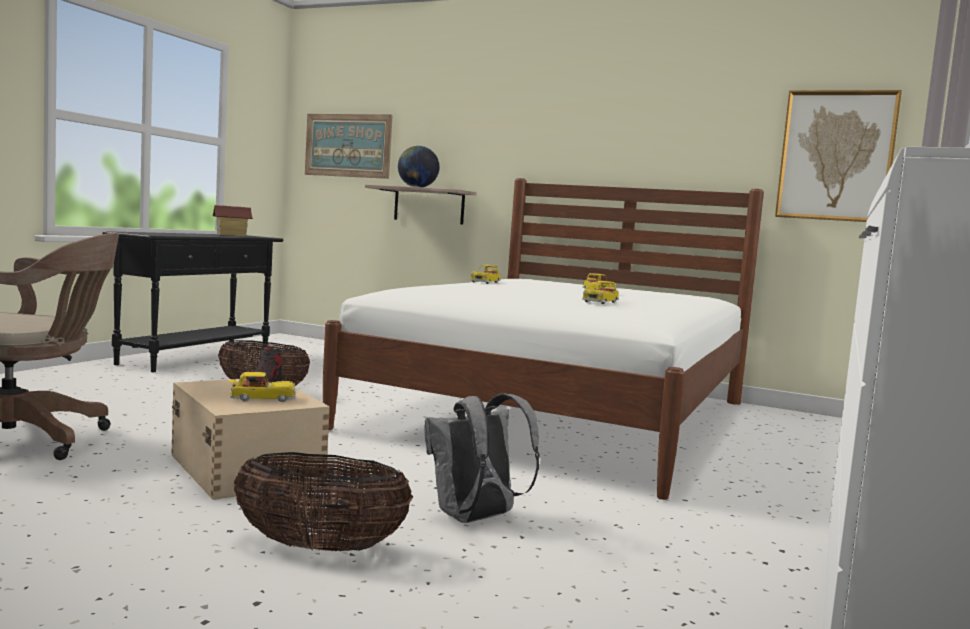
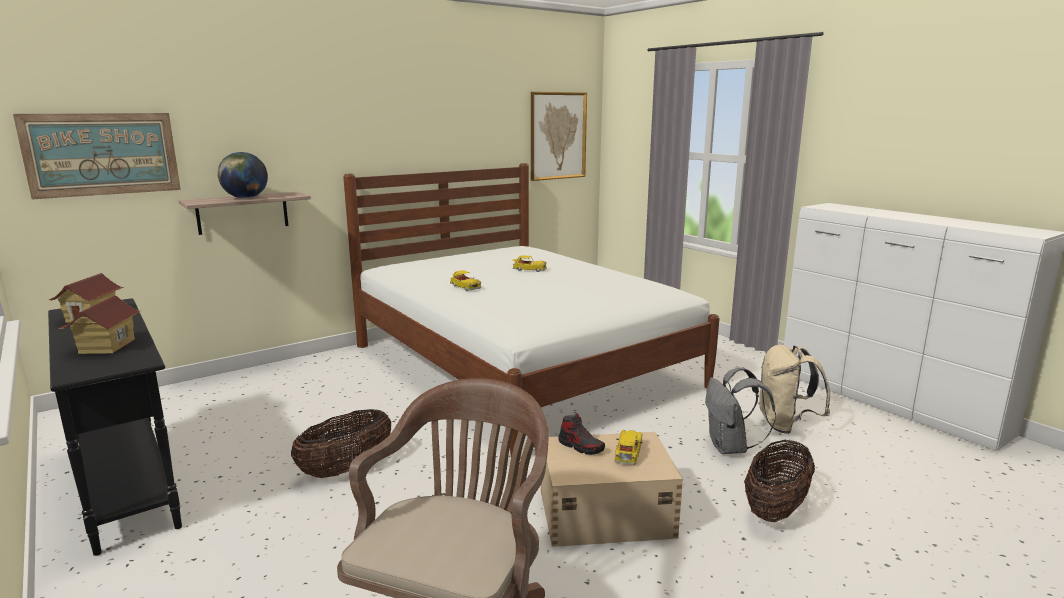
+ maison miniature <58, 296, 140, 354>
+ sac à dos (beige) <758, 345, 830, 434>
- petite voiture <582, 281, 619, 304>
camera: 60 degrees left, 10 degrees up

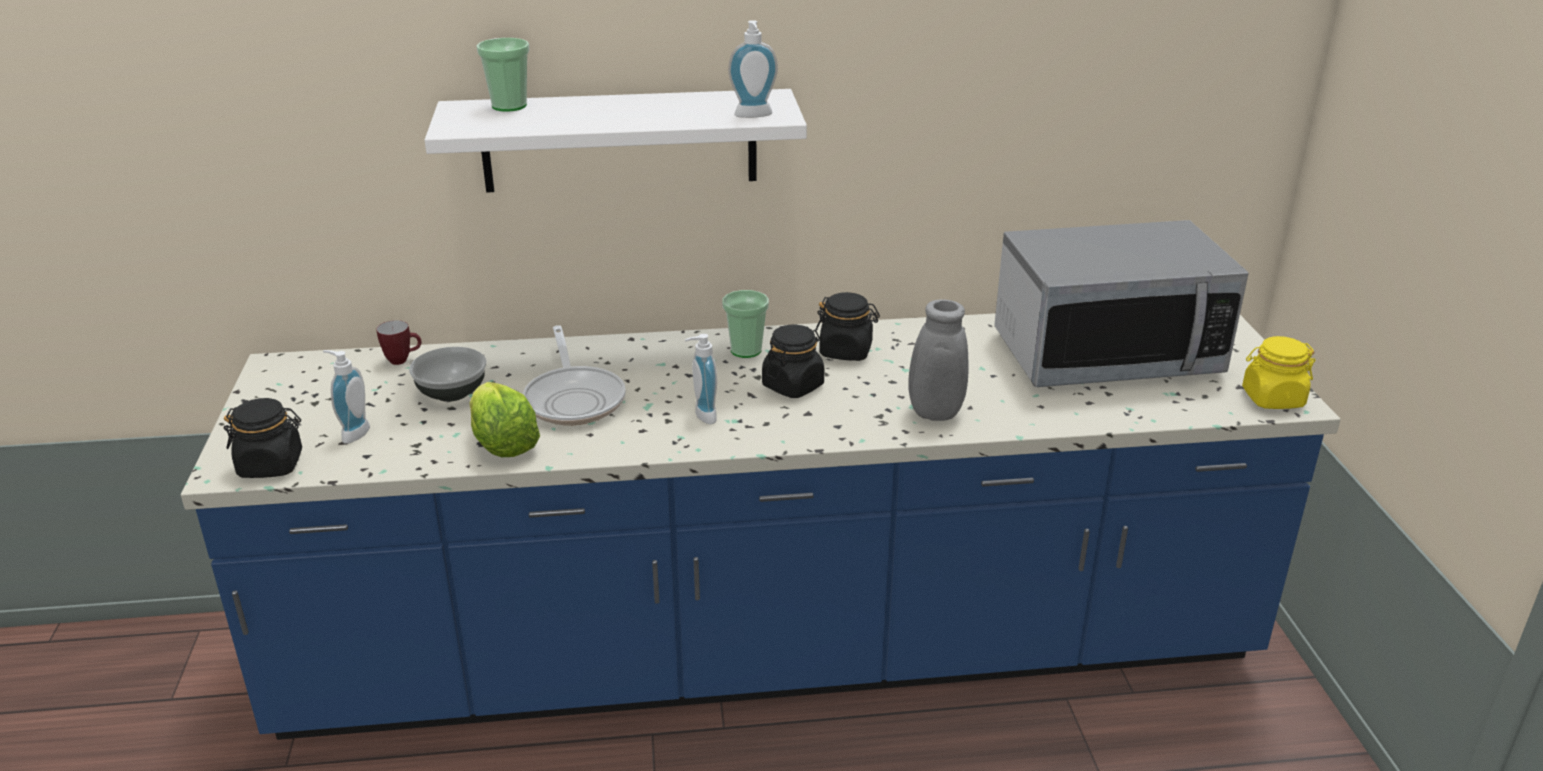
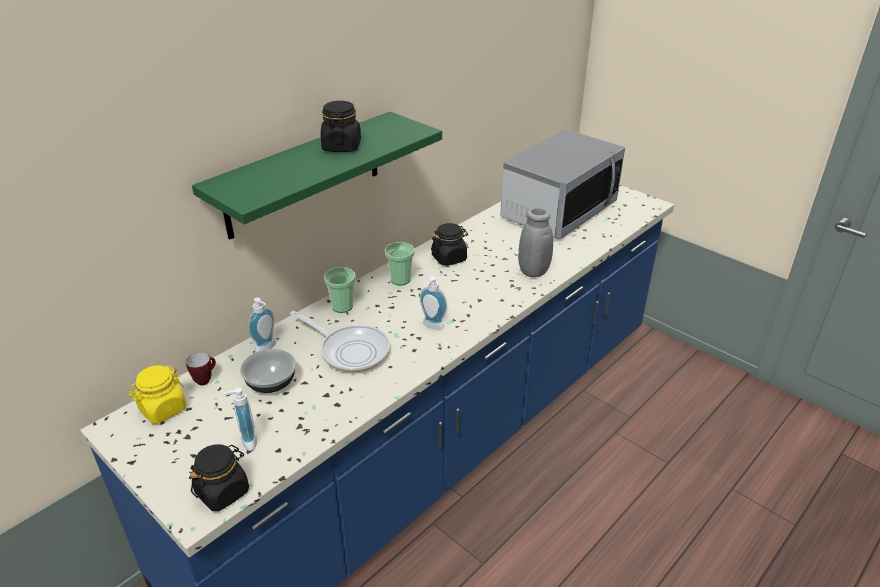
~ bocal (jaune) <1242, 336, 1315, 409> to <129, 365, 186, 424>
~ étagère (blanc) <425, 89, 807, 193> to étagère (vert) <192, 112, 442, 240>
~ distributeur de savon <728, 20, 778, 118> to <248, 298, 276, 352>
~ bocal (noir) <762, 325, 824, 398> to <320, 101, 361, 152>
~ tasse <476, 38, 530, 112> to <324, 267, 356, 313>
- laitue <469, 382, 540, 457>
camera: 40 degrees left, 5 degrees up

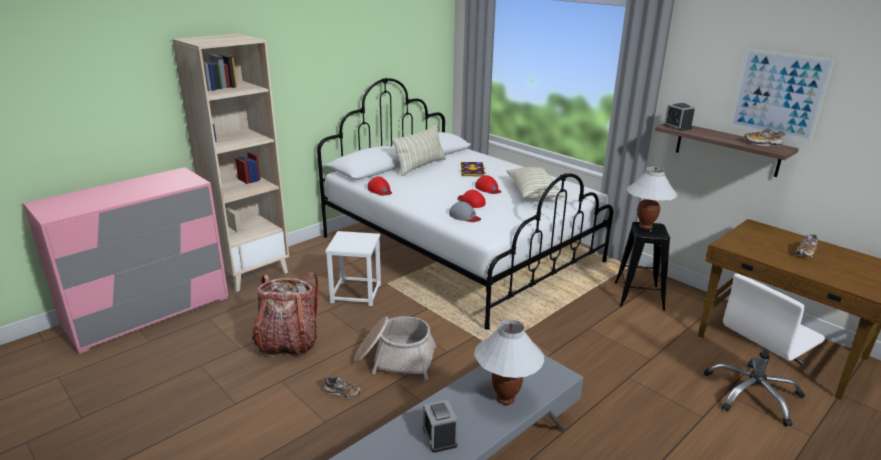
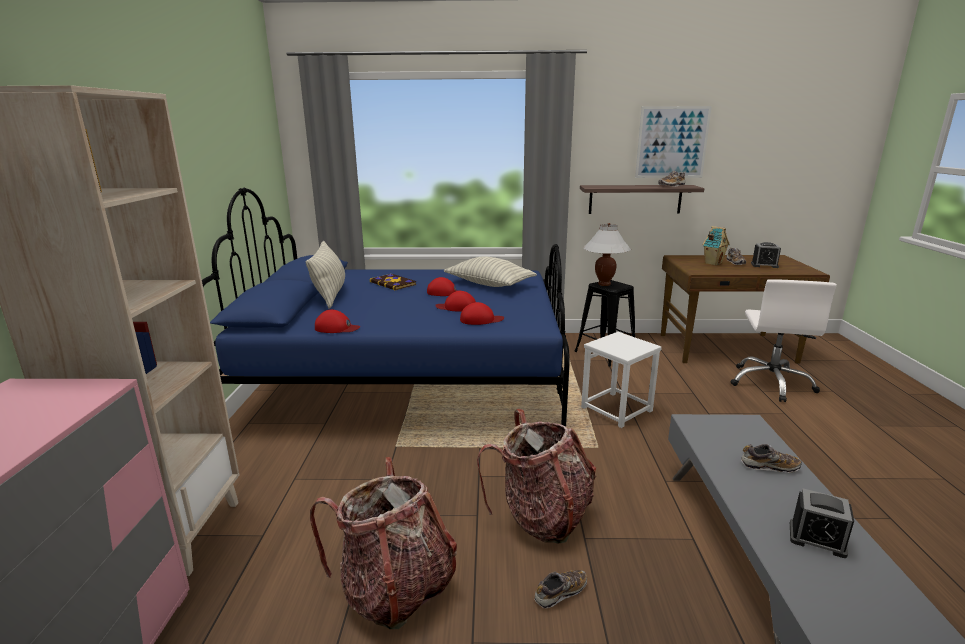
~ lit (blanc) <317, 78, 613, 330> to lit (bleu) <202, 188, 570, 427>
~ casquette (gris) <449, 201, 481, 222> to casquette (rouge) <460, 302, 504, 325>
~ panier <354, 316, 437, 380> to sac à dos <477, 409, 596, 544>
~ tabouret (blanc) <325, 231, 381, 306> to <581, 332, 662, 428>
+ maison miniature <702, 226, 730, 265>
~ lampe de table (blanc) <474, 319, 544, 405> to chaussure <741, 444, 802, 473>
~ réveil <663, 103, 695, 131> to <751, 242, 781, 268>
camera: 45 degrees left, 5 degrees down

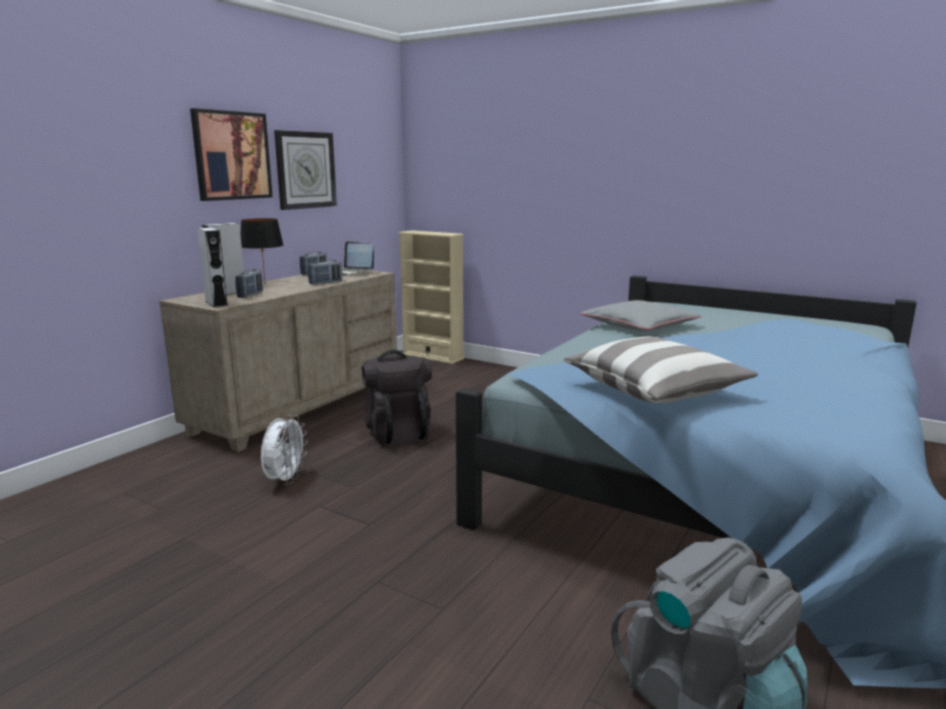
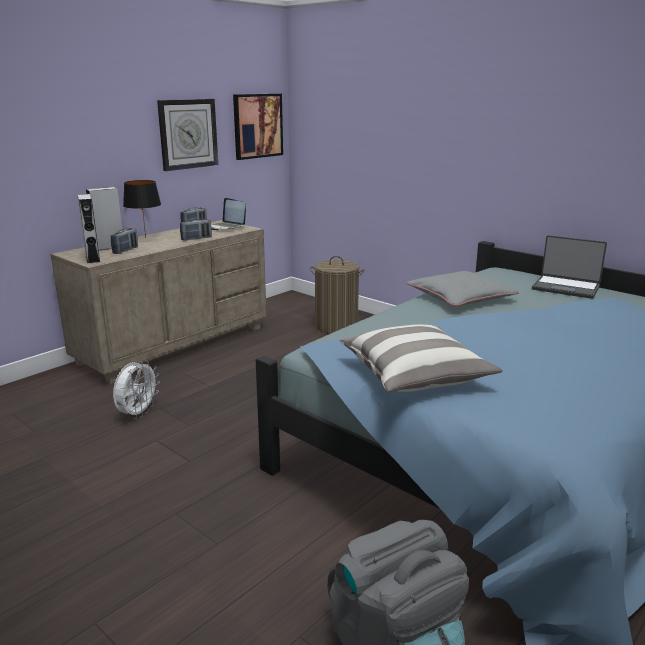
~ tableau <190, 108, 273, 201> to <233, 94, 283, 160>
+ panier à linge <310, 256, 365, 334>
+ ordinateur portable <532, 235, 607, 299>
- sac à dos (noir) <361, 349, 432, 446>
- bibliothèque (beige) <398, 230, 464, 364>
camera: 10 degrees right, 5 degrees up

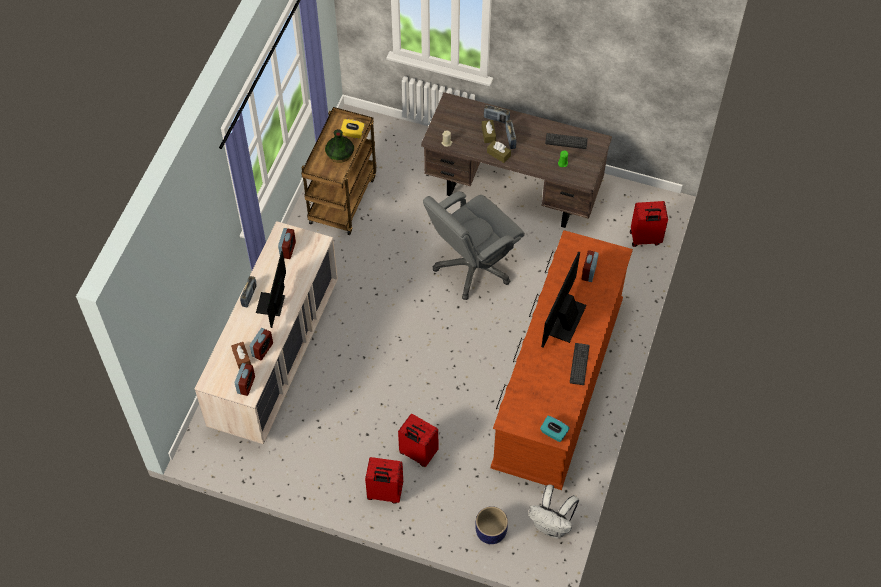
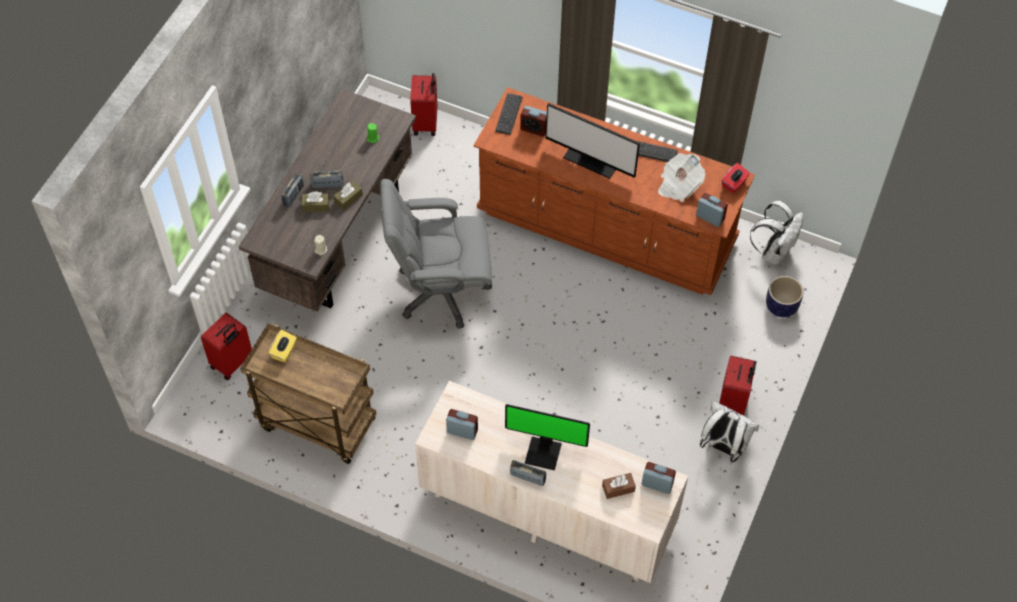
~ valise (rouge) <398, 414, 438, 467> to <201, 313, 252, 380>
~ chaise de bureau (gris) <423, 191, 525, 300> = <380, 179, 492, 329> 120 degrees clockwise
~ clavier <545, 133, 588, 149> to <495, 93, 522, 135>
+ journal <658, 153, 705, 202>
~ réveil <250, 328, 273, 360> to <696, 193, 728, 227>
+ sac à dos (blanc) <700, 402, 759, 463>
~ boîte à mouchoirs (turquoise) <540, 416, 570, 442> to boîte à mouchoirs (rouge) <722, 163, 750, 193>
- vase <325, 129, 354, 163>
camera: 85 degrees left, 0 degrees up

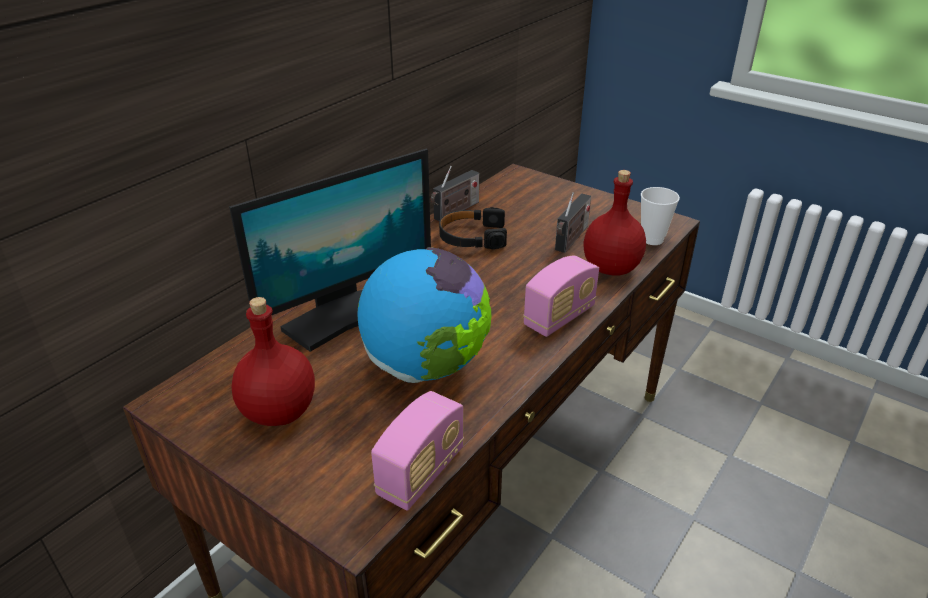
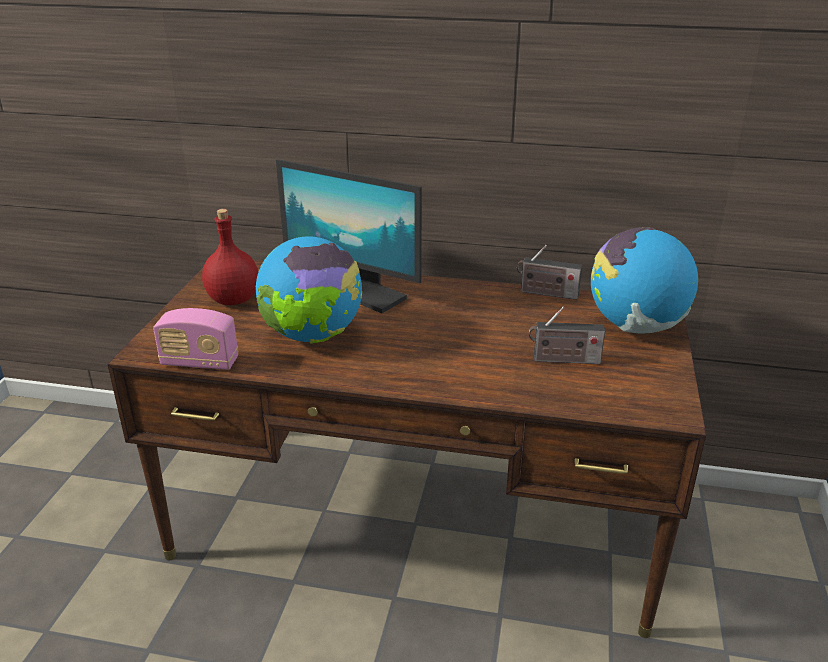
+ globe <591, 227, 698, 333>
- casque audio (noir) <439, 207, 507, 250>
- radio <523, 256, 599, 337>
- bouteille (rouge) <584, 170, 646, 276>
- tasse <641, 187, 680, 245>
camera: 65 degrees right, 5 degrees down

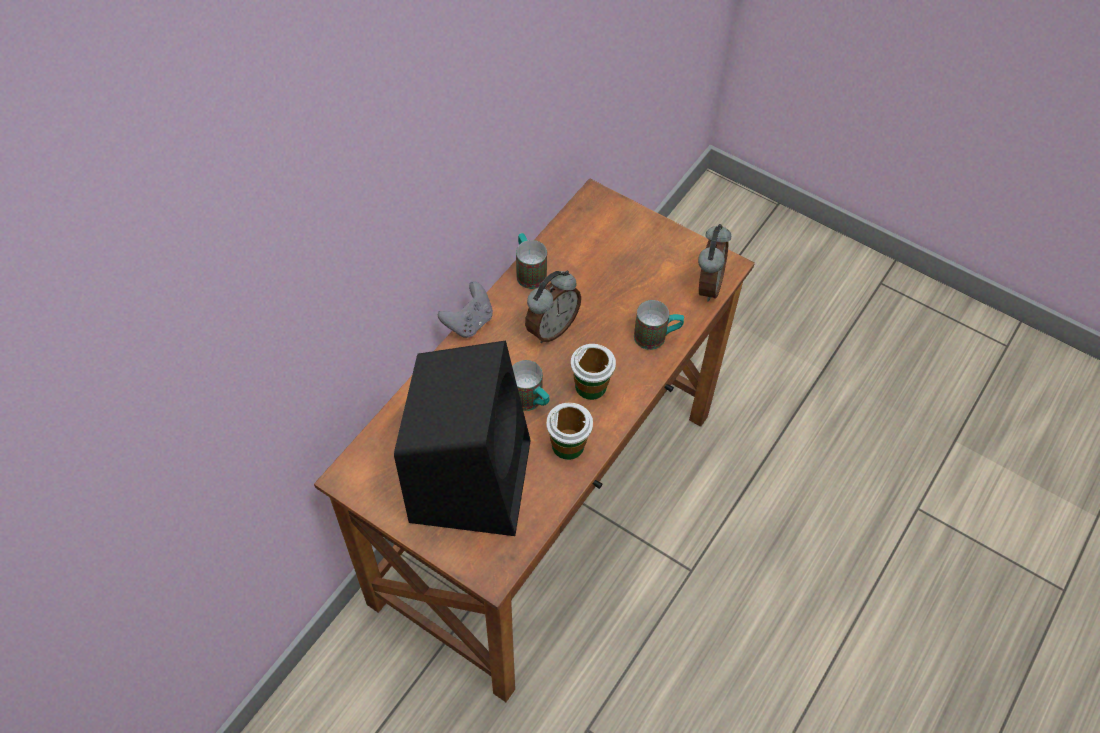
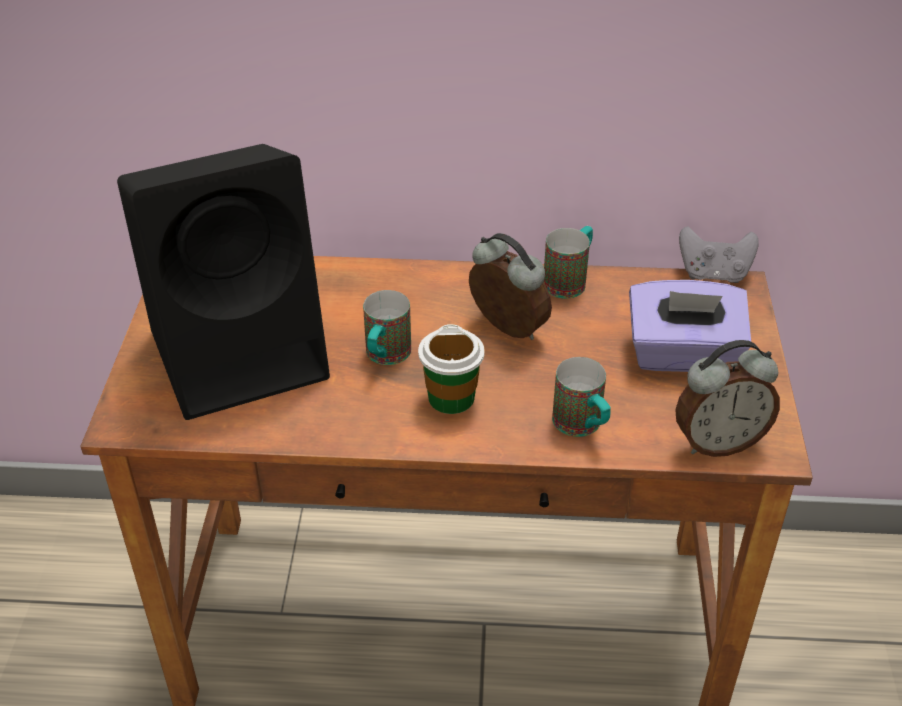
~ réveil <525, 271, 581, 343> = <469, 233, 552, 340> 150 degrees counterclockwise
+ boîte à mouchoirs (violet) <629, 280, 751, 372>
~ manette (gris) <438, 282, 493, 338> to <679, 226, 759, 283>
- tasse <546, 402, 593, 460>
camera: 60 degrees right, 15 degrees down

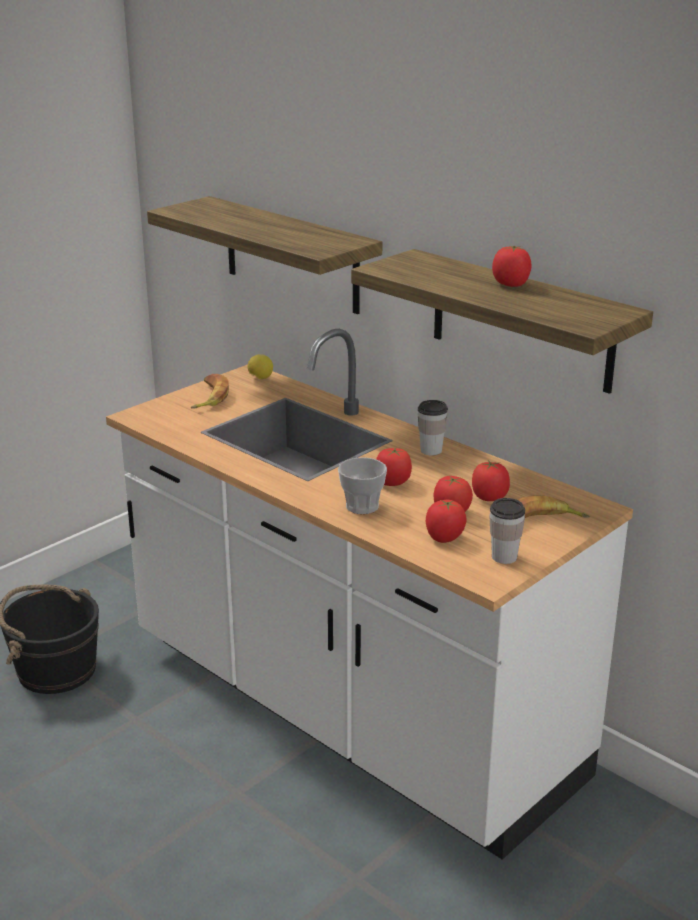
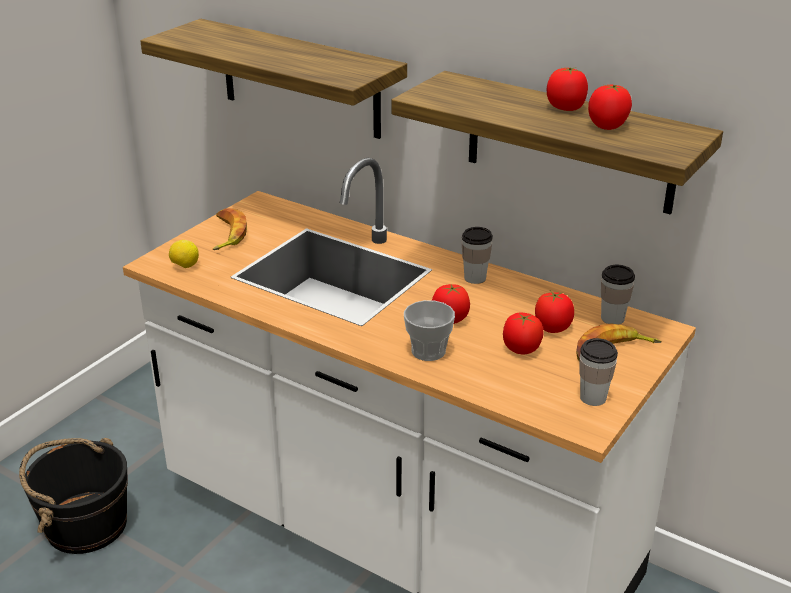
~ citron <248, 354, 273, 379> to <169, 240, 199, 268>
~ tomate <426, 500, 467, 543> to <588, 85, 632, 130>
+ tasse <601, 265, 635, 324>
camera: 10 degrees left, 5 degrees up

